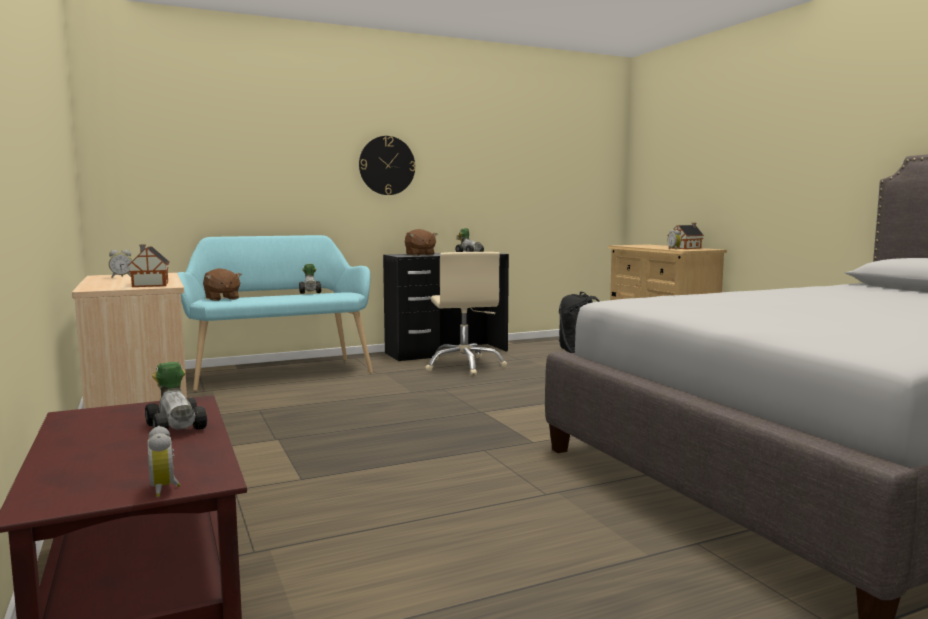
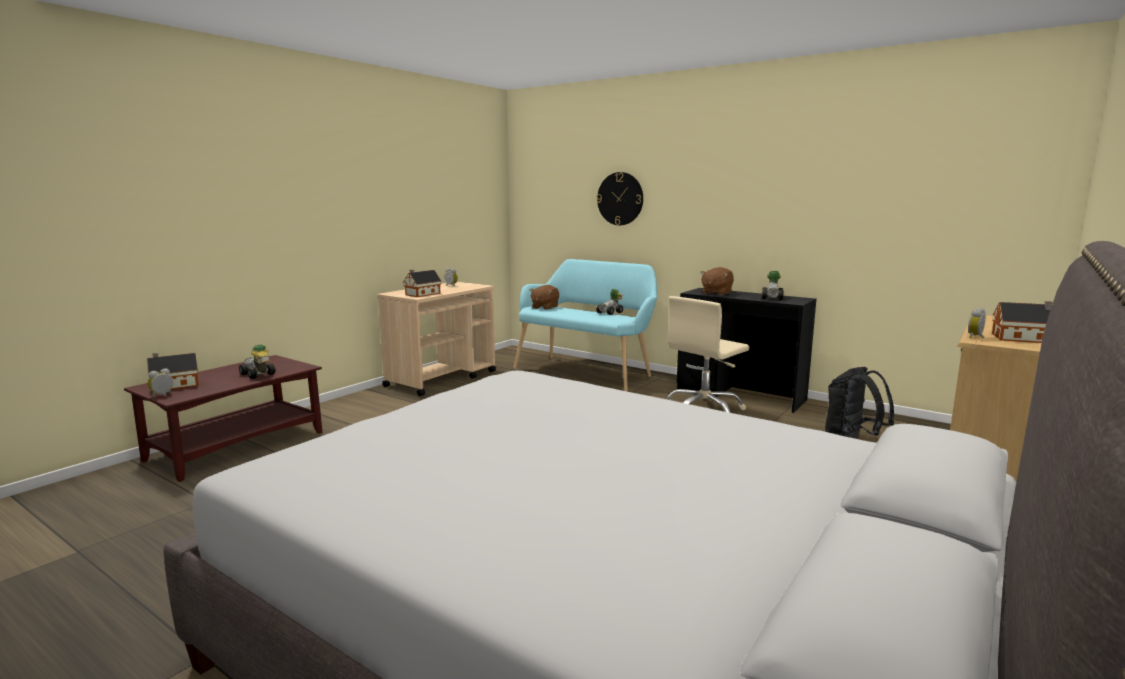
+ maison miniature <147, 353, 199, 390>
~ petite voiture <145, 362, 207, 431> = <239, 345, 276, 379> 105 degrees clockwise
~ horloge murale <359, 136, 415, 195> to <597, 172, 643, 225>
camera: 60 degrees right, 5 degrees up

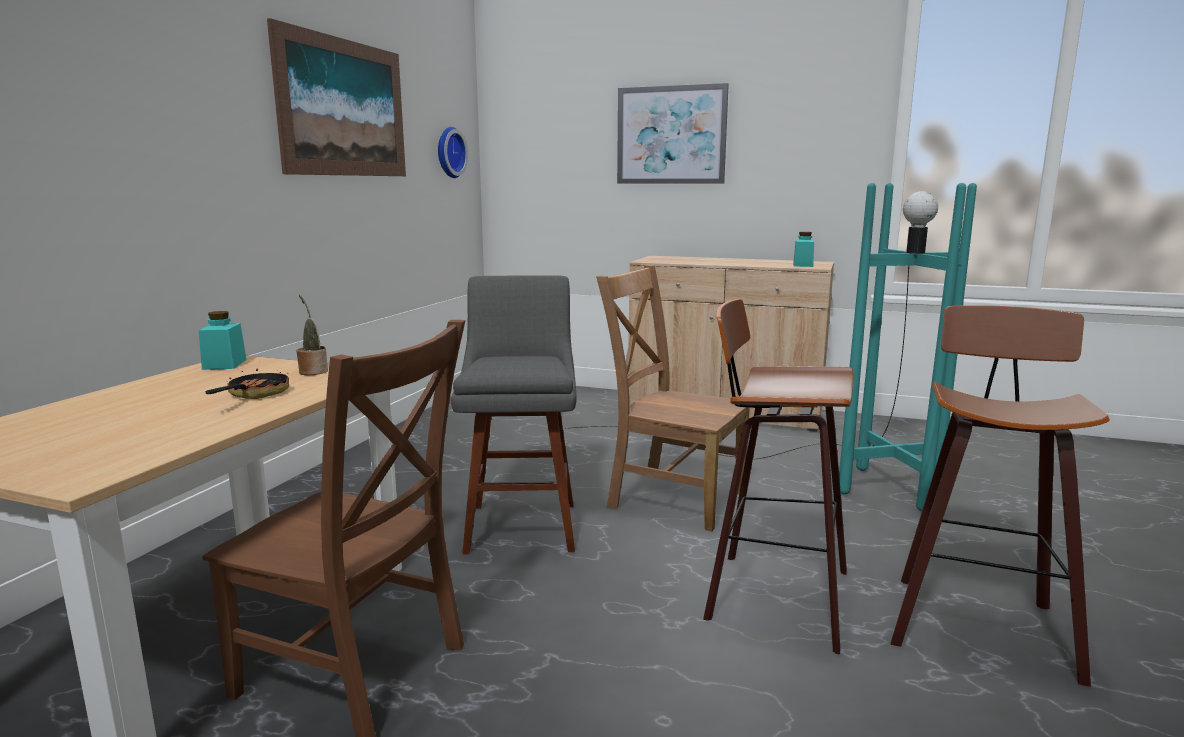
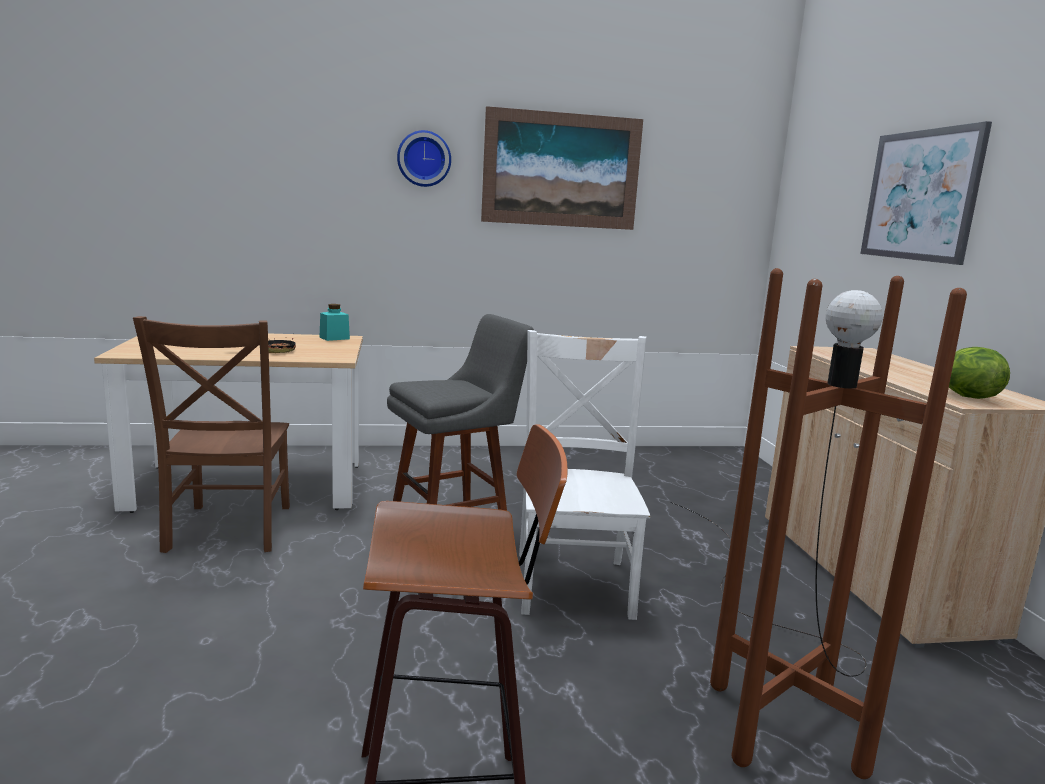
~ horloge murale <438, 127, 468, 178> to <397, 130, 451, 187>
~ chaise (marron) <596, 265, 750, 531> to chaise (blanc) <519, 330, 650, 620>
~ lampadaire (turquoise) <565, 183, 977, 512> to lampadaire (marron) <671, 268, 967, 779>
~ bocal (turquoise) <793, 232, 814, 267> to laitue <949, 347, 1010, 399>
- plante en pot <296, 295, 328, 375>
- tabouret <703, 299, 853, 655>
camera: 60 degrees right, 0 degrees up

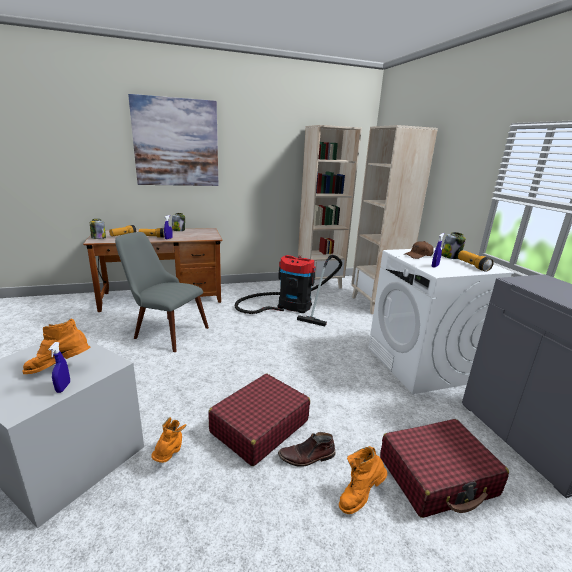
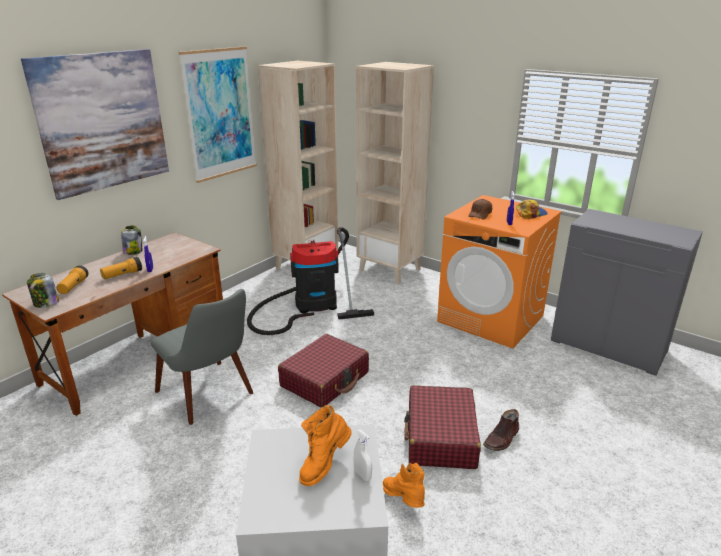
~ chaise (gris) <115, 232, 209, 352> = <151, 289, 253, 425> 120 degrees counterclockwise
+ tableau <179, 46, 257, 183>
~ valise (rouge) <380, 419, 509, 518> to <278, 334, 369, 408>
~ vaporisateur (bleu) <48, 342, 70, 393> to vaporisateur (blanc) <354, 430, 372, 481>
~ lave-linge (blanc) <368, 248, 514, 394> to lave-linge (orange) <437, 195, 562, 349>
~ lampe de poche <458, 250, 494, 272> to casquette <516, 199, 548, 219>
- botte (orange) <339, 446, 387, 514>
- bocal <441, 232, 466, 259>
camera: 35 degrees left, 5 degrees up

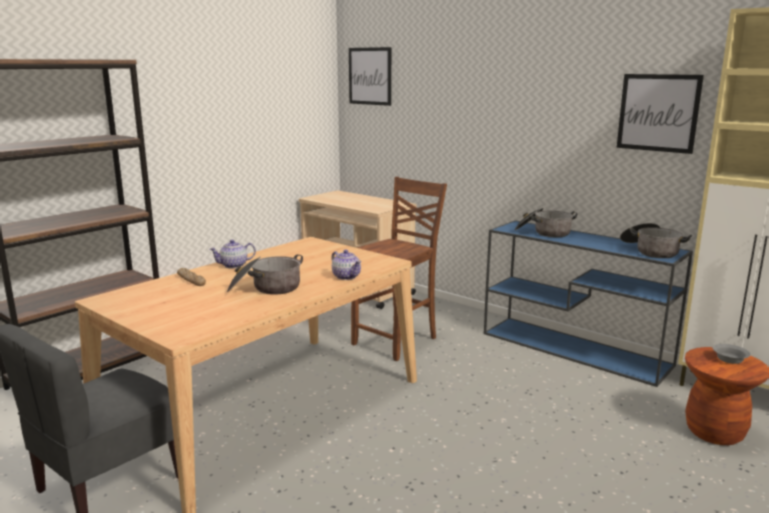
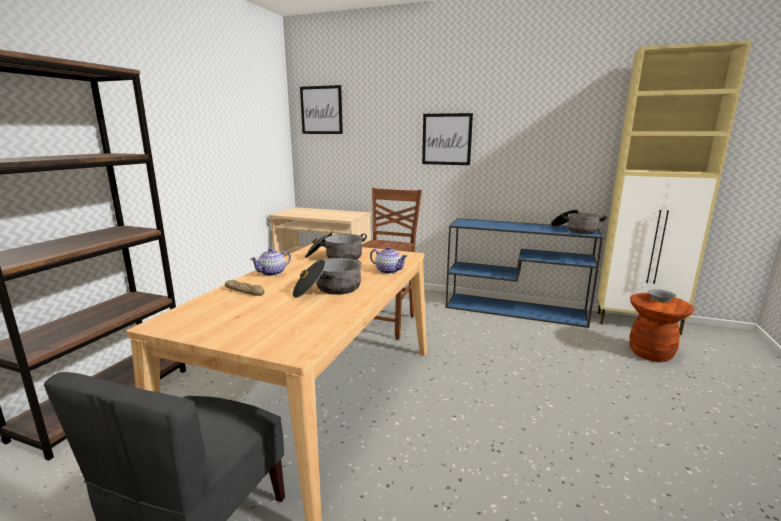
~ marmite <514, 208, 577, 237> to <305, 232, 367, 260>
~ tableau <617, 74, 704, 154> to <422, 113, 473, 165>
camera: 20 degrees left, 0 degrees up

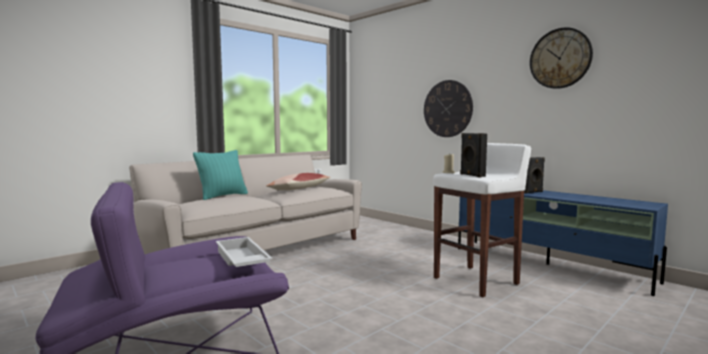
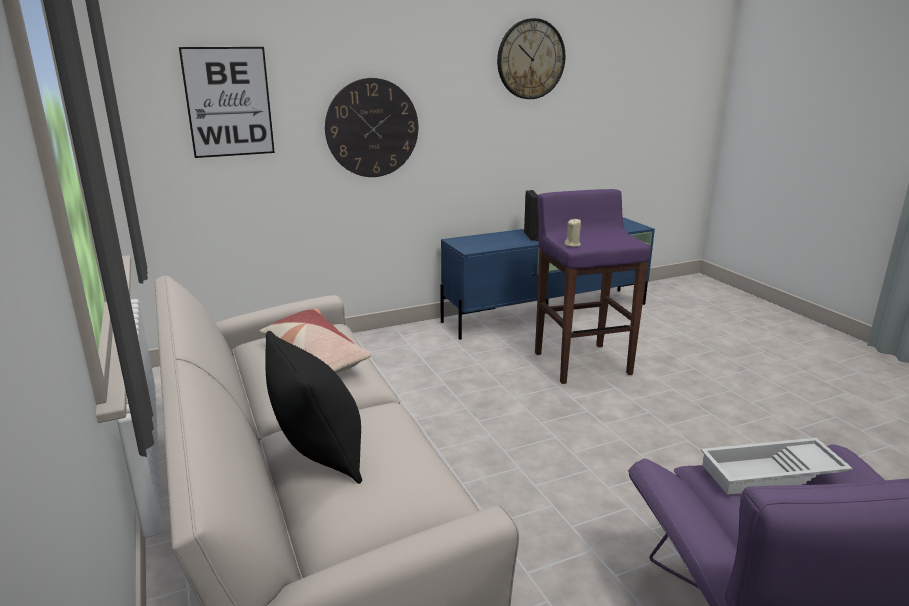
+ tableau <179, 47, 275, 158>
~ coussin (turquoise) <193, 150, 248, 200> to coussin (noir) <265, 331, 362, 484>
~ tabouret (blanc) <433, 143, 532, 297> to tabouret (violet) <535, 189, 651, 384>
- enceinte (noir) <460, 133, 487, 177>
camera: 70 degrees left, 15 degrees up

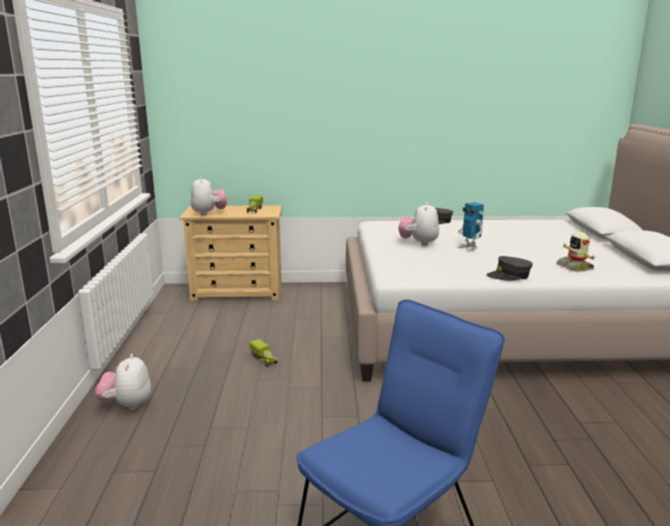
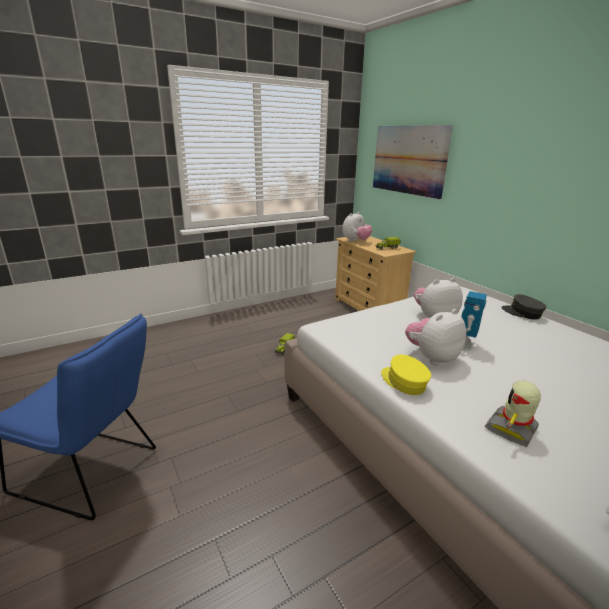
+ tableau <373, 125, 453, 199>
~ casquette (gris) <486, 256, 533, 281> to casquette (jaune) <381, 355, 431, 395>
~ peluche <95, 354, 151, 410> to <405, 309, 466, 365>
camera: 60 degrees right, 5 degrees up

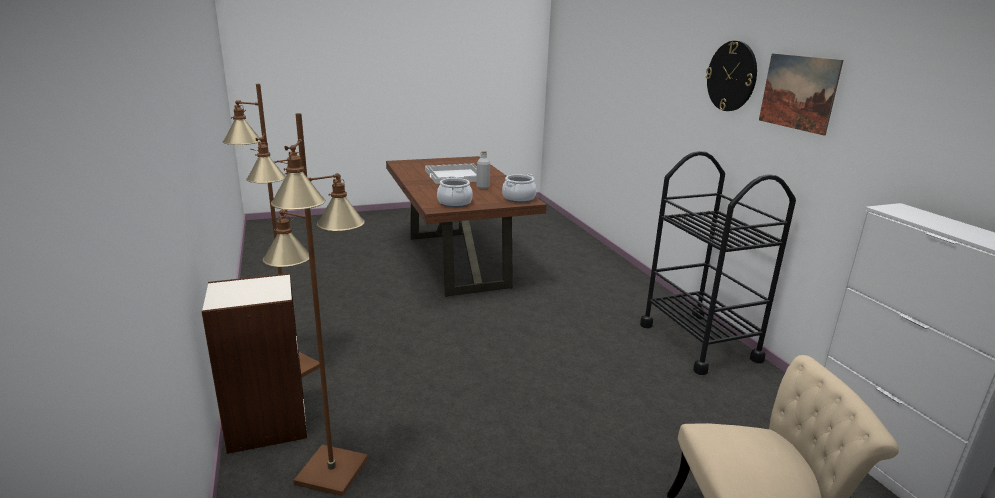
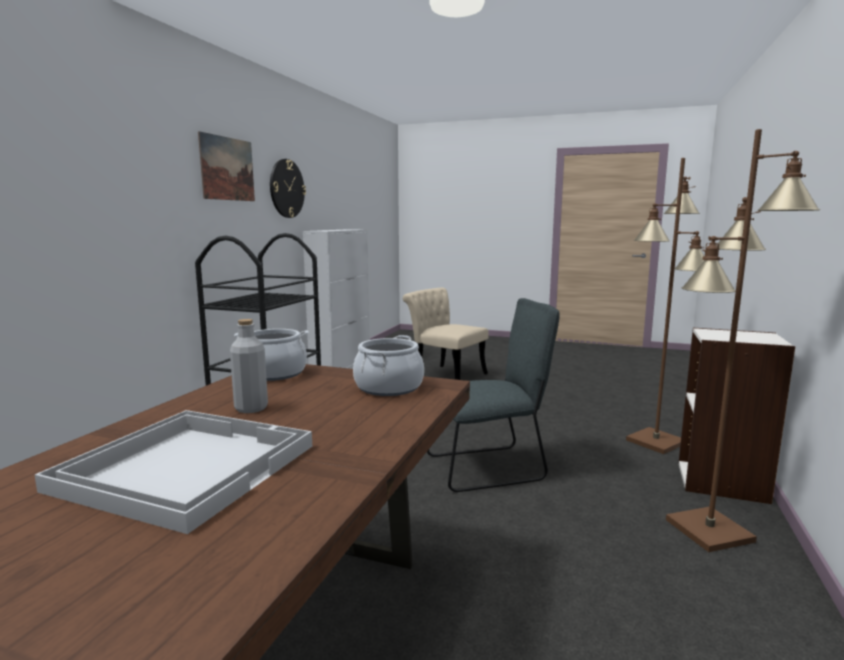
~ horloge murale <706, 41, 757, 111> to <270, 159, 306, 218>
+ chaise (gris) <427, 298, 560, 492>
camera: 140 degrees left, 10 degrees down

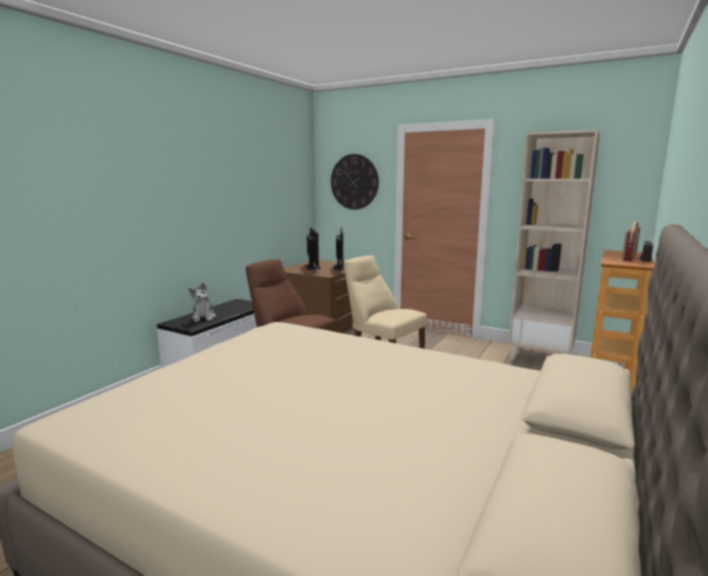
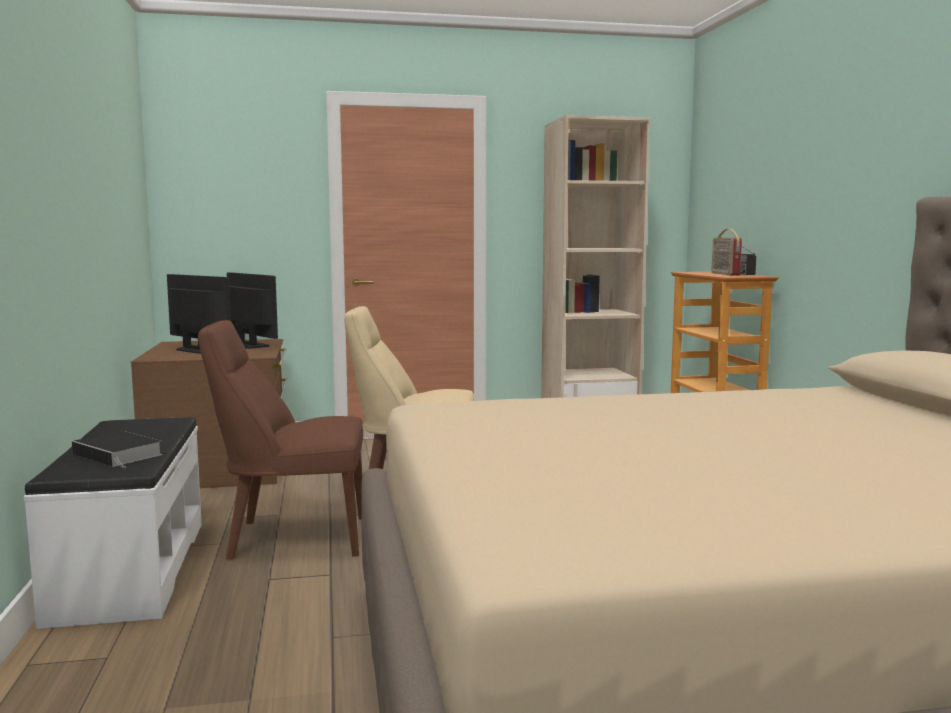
~ peluche <188, 283, 216, 322> to livre <72, 431, 162, 468>
- horloge murale <331, 154, 379, 210>
camera: 40 degrees left, 5 degrees down

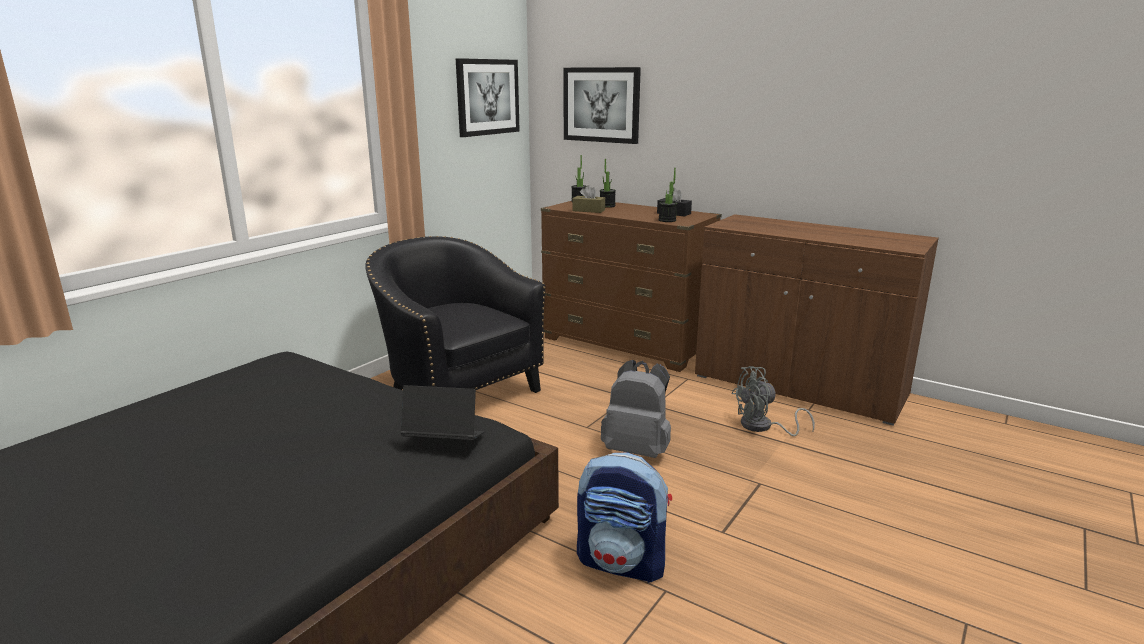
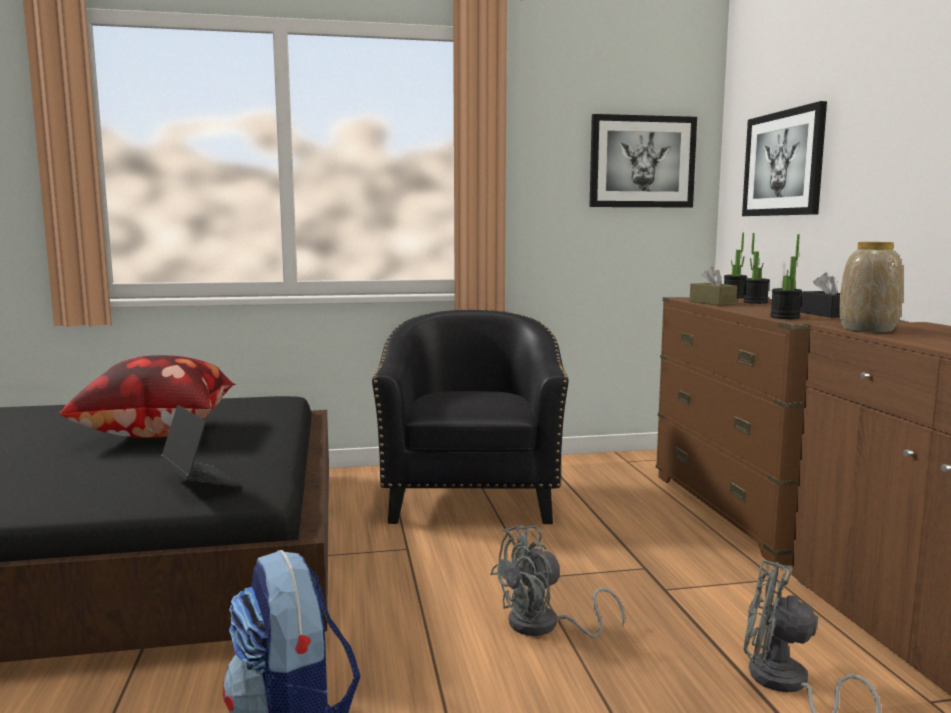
+ coussin <60, 355, 236, 438>
~ sac à dos (gris) <601, 360, 671, 458> to ventilateur (gris) <490, 525, 625, 638>
+ vase <839, 242, 903, 332>
camera: 45 degrees right, 10 degrees down

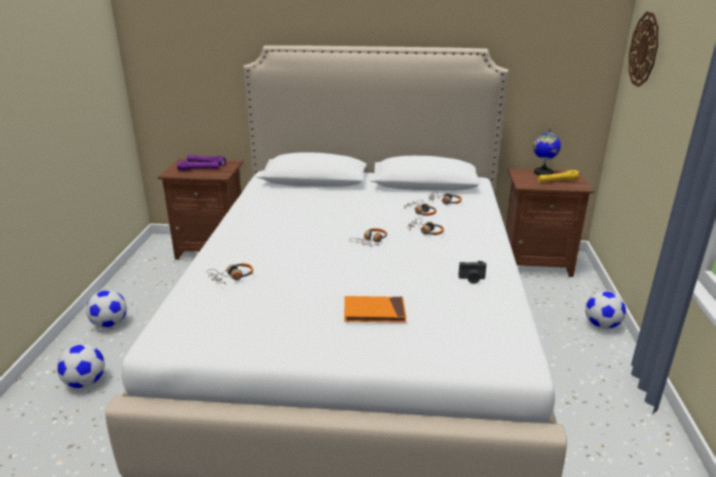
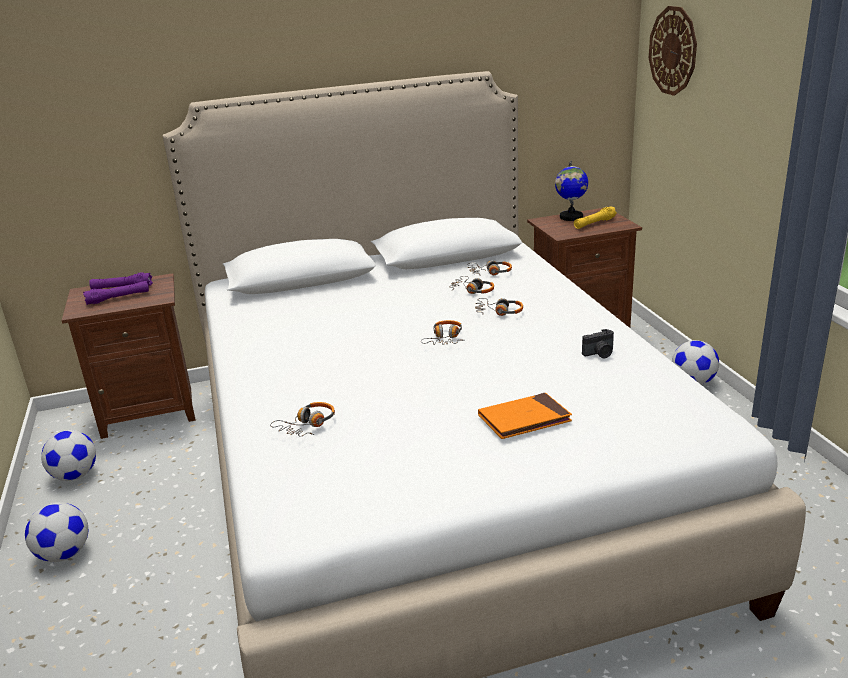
~ ballon de foot <57, 344, 105, 388> to <41, 430, 96, 481>
camera: 20 degrees left, 0 degrees up

